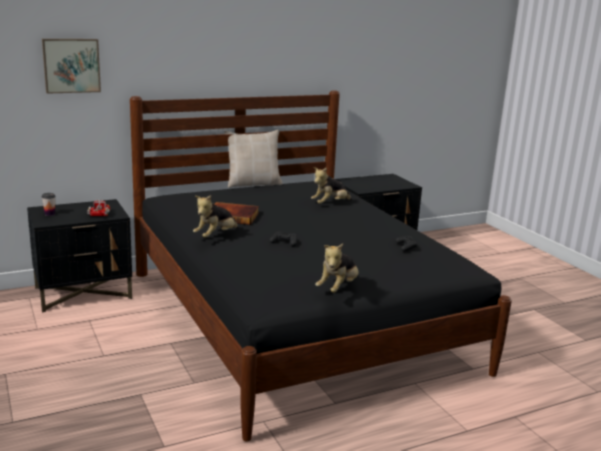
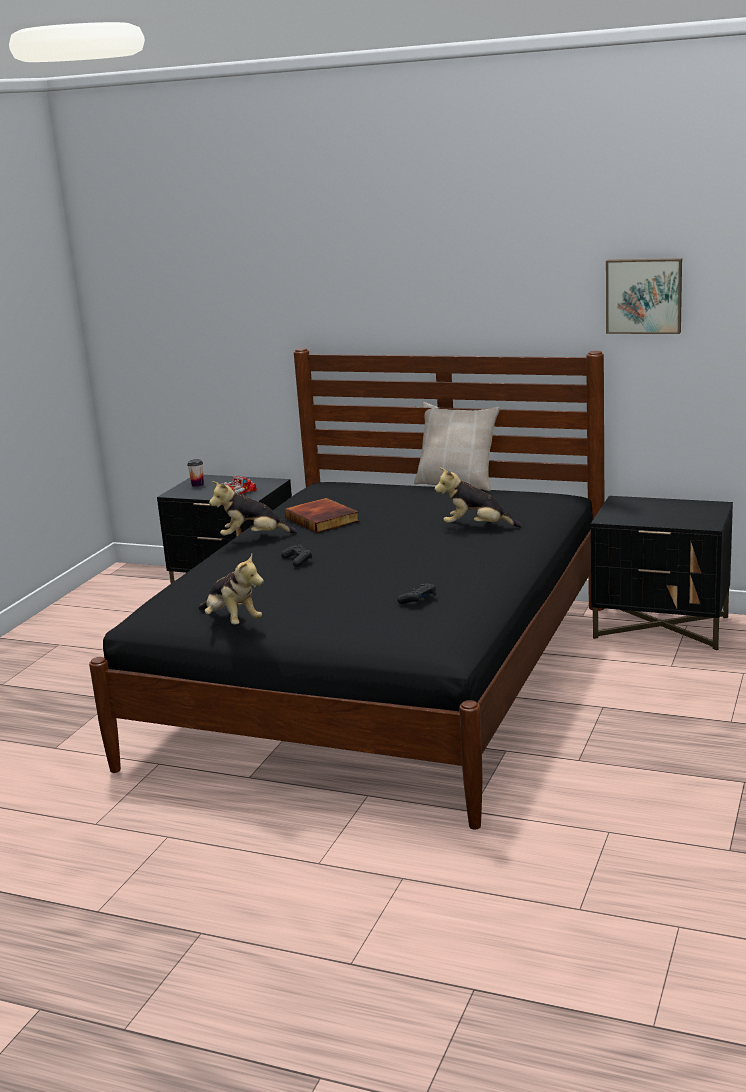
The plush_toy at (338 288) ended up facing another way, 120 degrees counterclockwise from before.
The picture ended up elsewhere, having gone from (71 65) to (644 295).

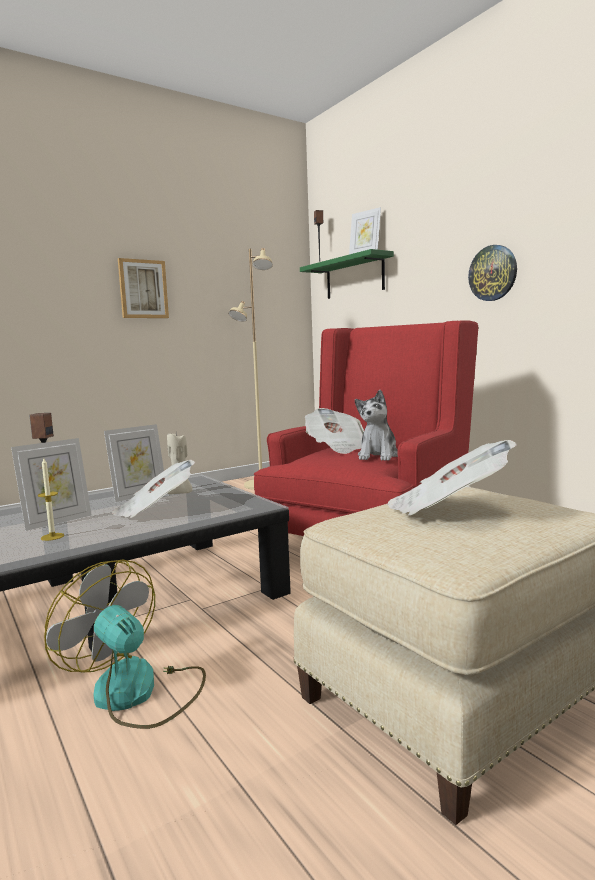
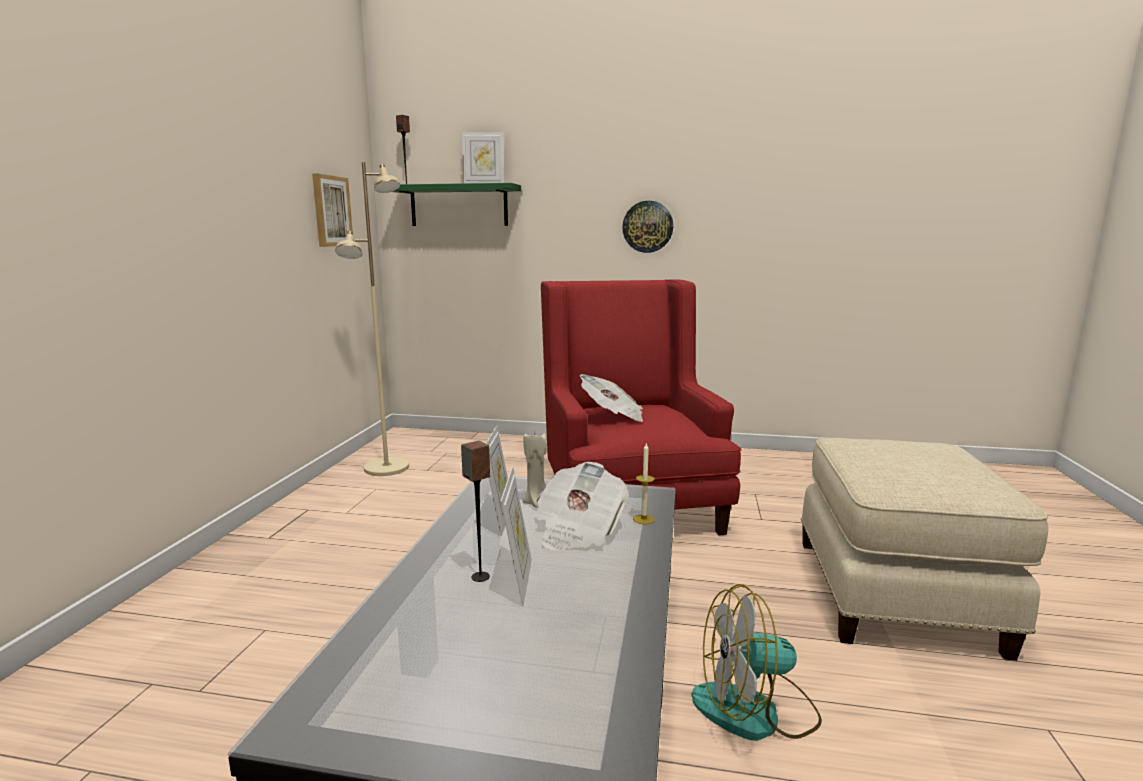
The picture ended up elsewhere, having gone from (143 289) to (331 211).
The candle ended up elsewhere, having gone from (52 537) to (643 519).
The second view lost the plush_toy at (378 456).
The second view lost the newspaper at (447 509).

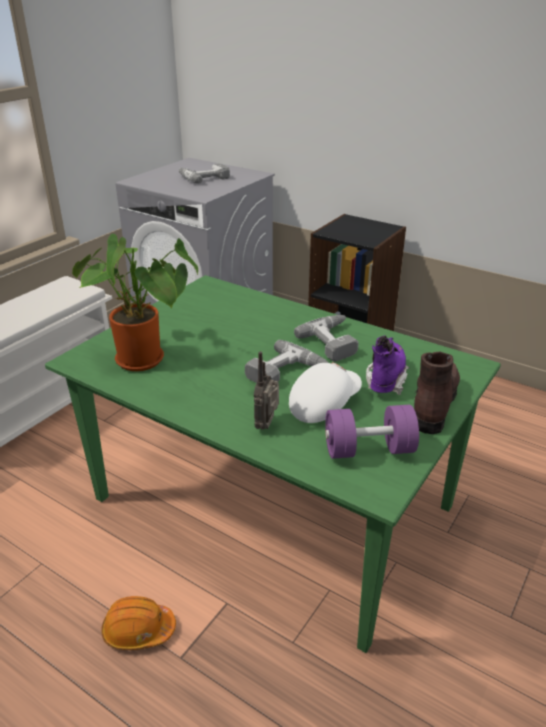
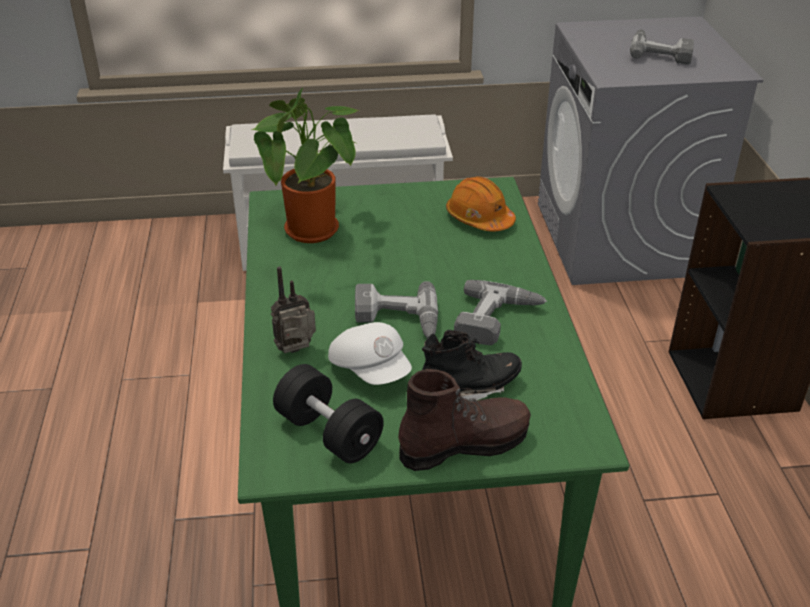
What was the purple_dumbbell at (368 449) turned into the black_dumbbell at (329 433).
The white_cap at (323 404) ended up facing another way, 45 degrees clockwise from before.
What was the purple_boot at (386 379) turned into the black_boot at (469 389).
The orange_hard_hat ended up elsewhere, having gone from (138 630) to (479 218).

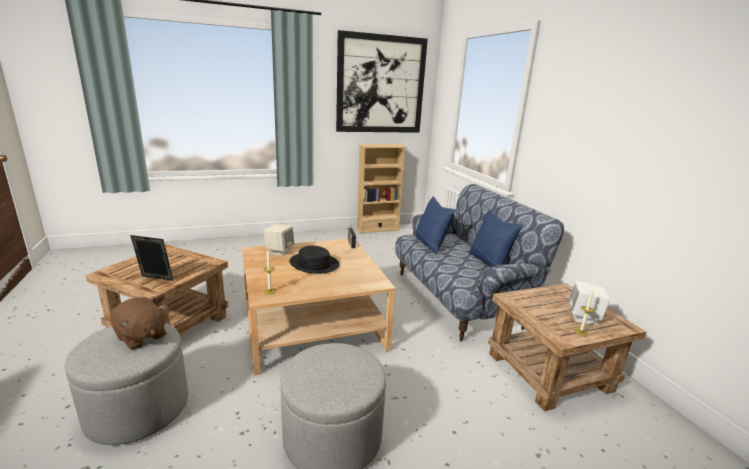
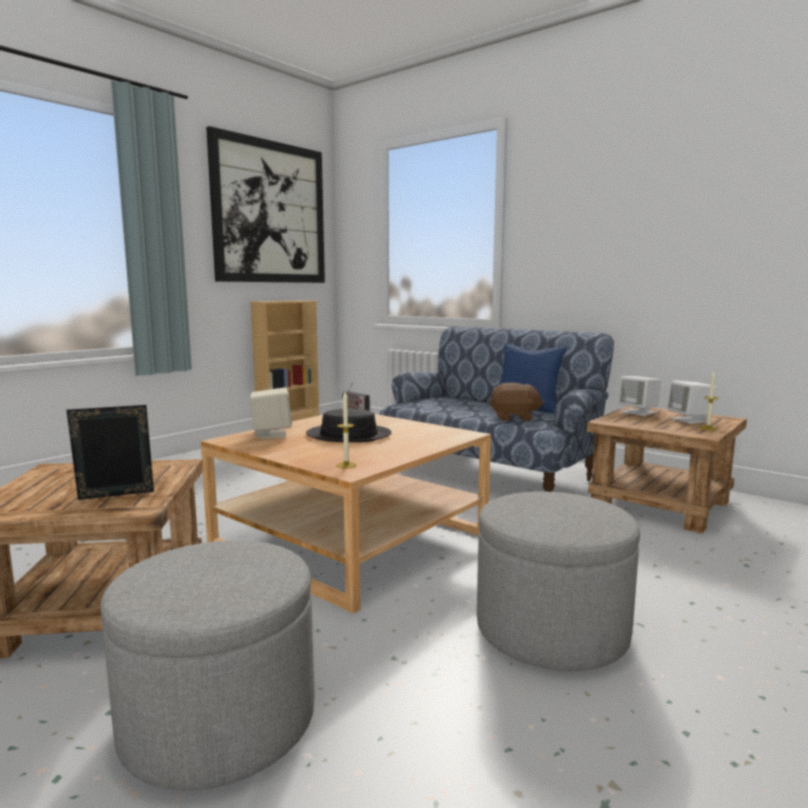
The brown_plush_toy ended up elsewhere, having gone from (141 337) to (514 418).
The second view gained the white_speaker at (638 412).
The second view lost the blue_pillow at (431 244).

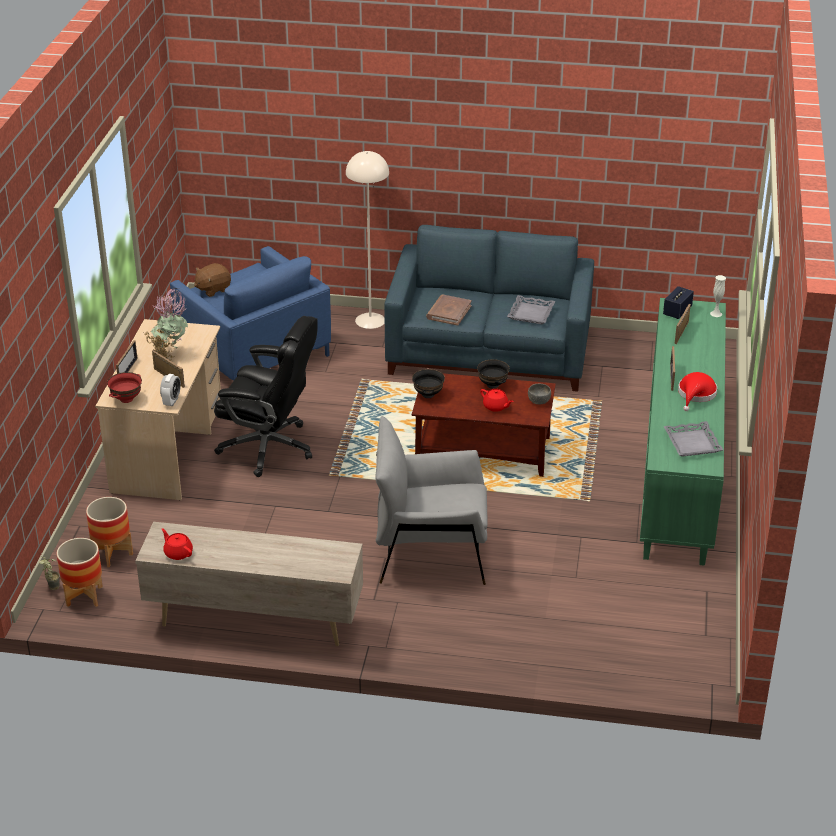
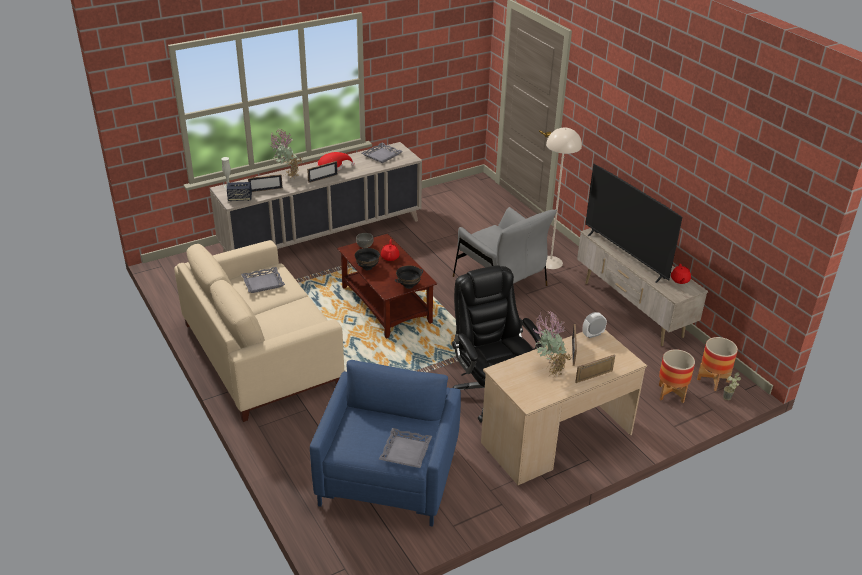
What was the blue_sofa at (489 352) turned into the beige_sofa at (262 353).
What was the green_cabinet at (679 468) turned into the beige_cabinet at (322 236).
The second view gained the potted_plant at (287 175).
Where the brown_plush_toy stood at (213 289), the grey_tray came to stand at (405 451).
The beige_floor_lamp ended up elsewhere, having gone from (370 320) to (550 262).
The second view gained the television at (625 256).
The second view lost the red_bowl at (126 399).
The second view lost the brown_book at (449 312).

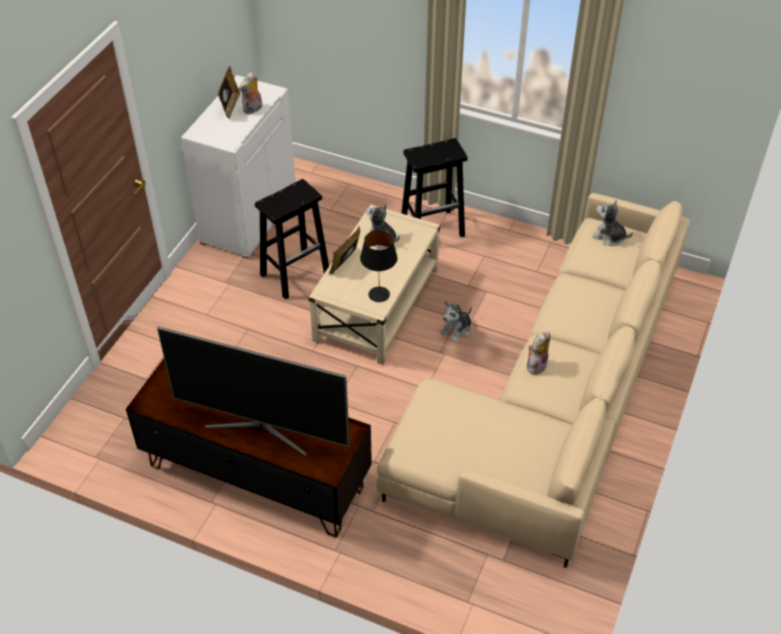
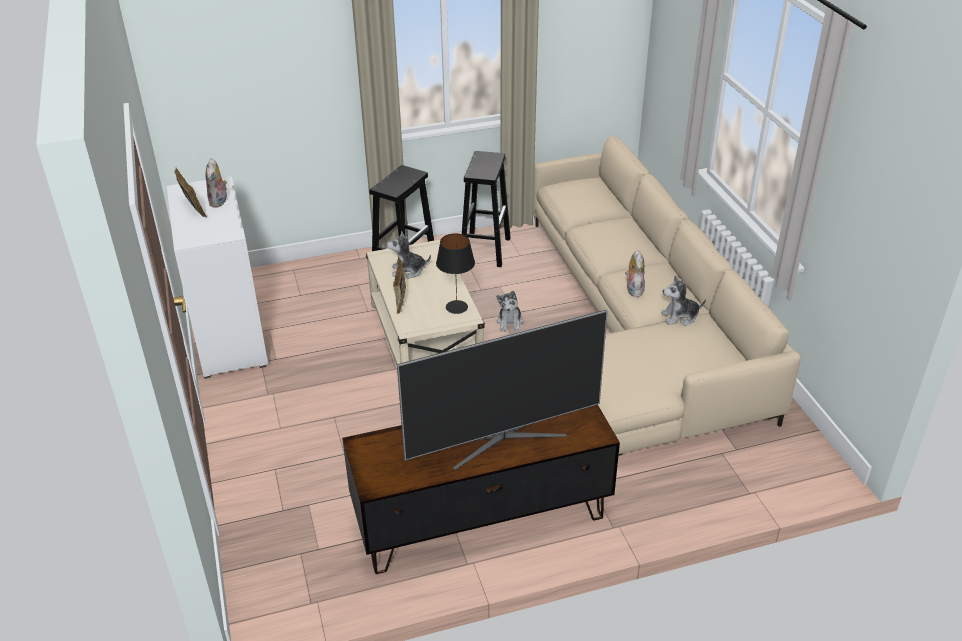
The black_stool ended up elsewhere, having gone from (296 274) to (485 249).
The plush_toy ended up elsewhere, having gone from (609 237) to (680 317).

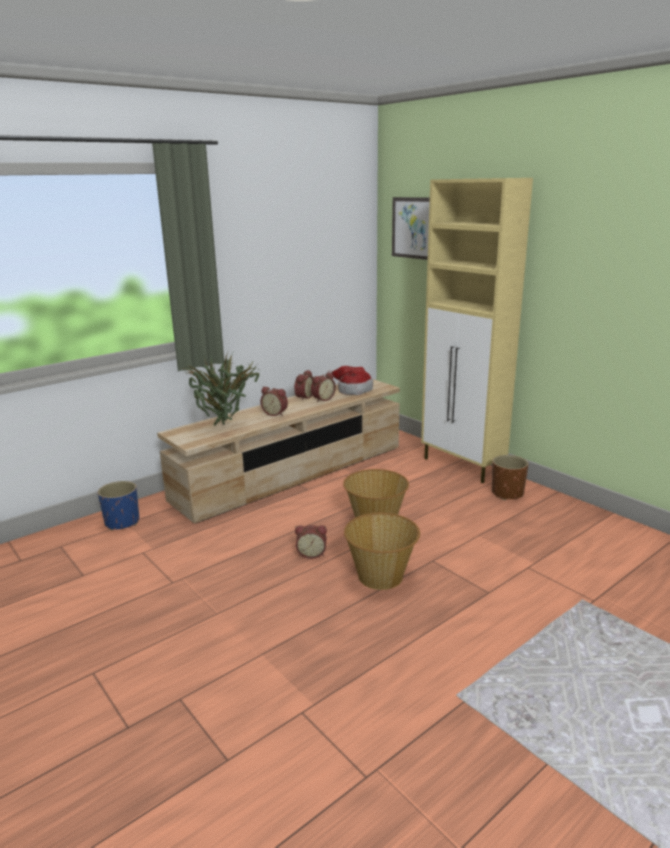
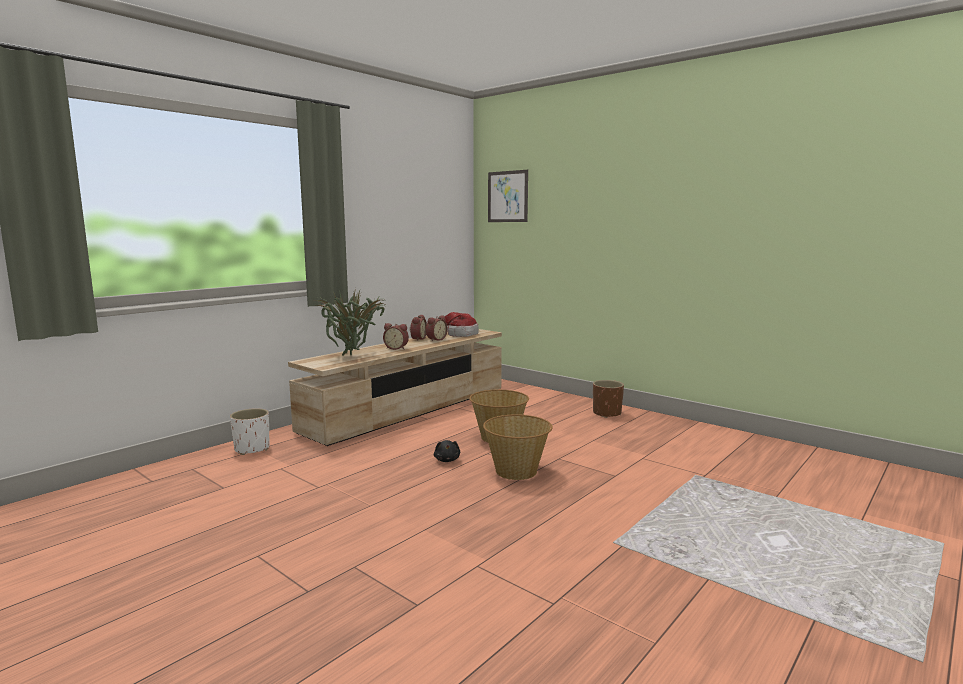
What was the blue_planter at (122 522) turned into the white_planter at (252 449).
Where the alarm_clock stood at (311 553), the black_plush_toy came to stand at (447 460).
The second view lost the beige_cabinet at (463 466).

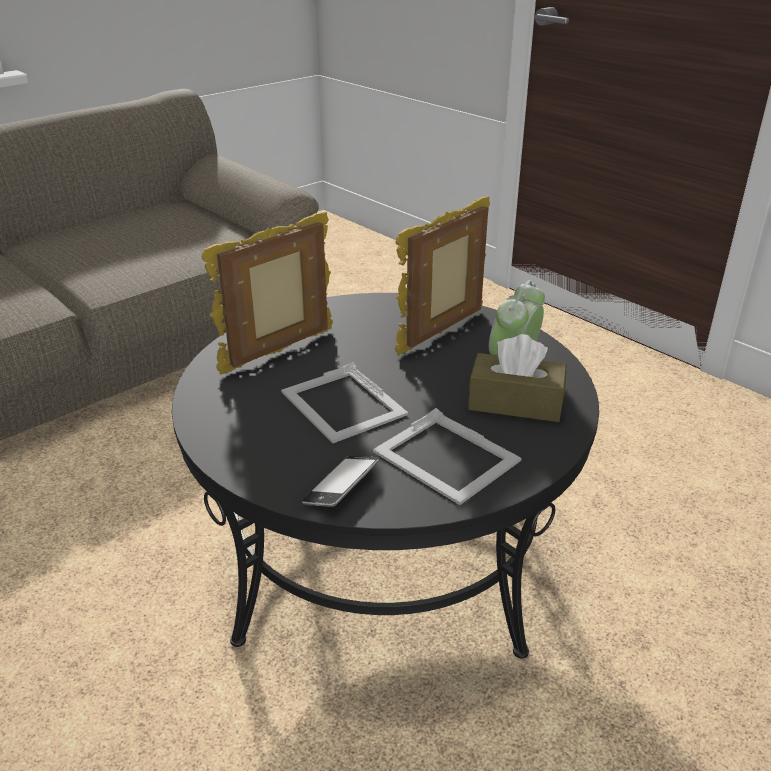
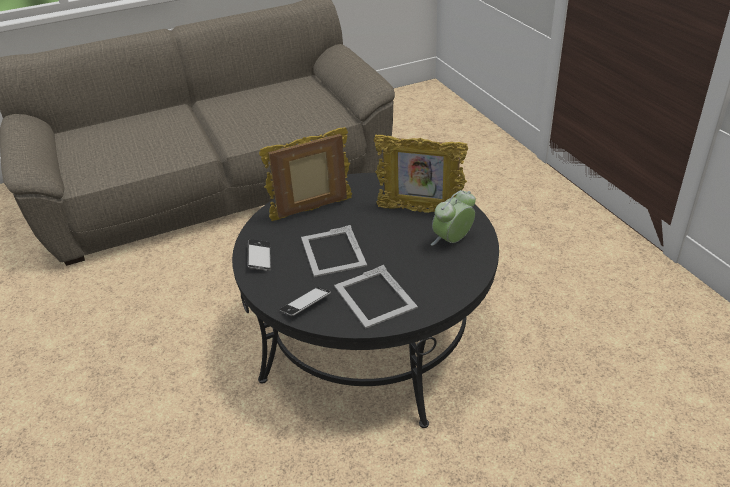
The second view gained the phone at (259 258).
The picture_frame at (443 333) ended up facing another way, 135 degrees counterclockwise from before.
The second view lost the brown_tissue_box at (515 403).

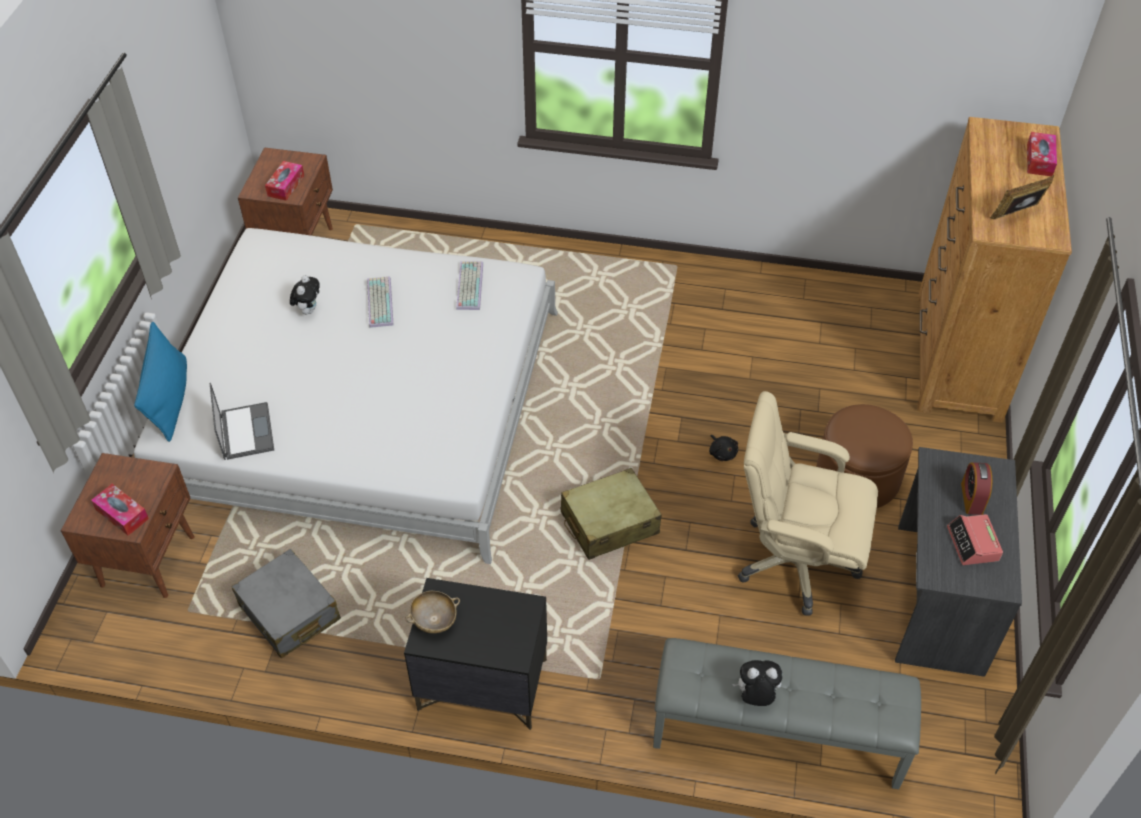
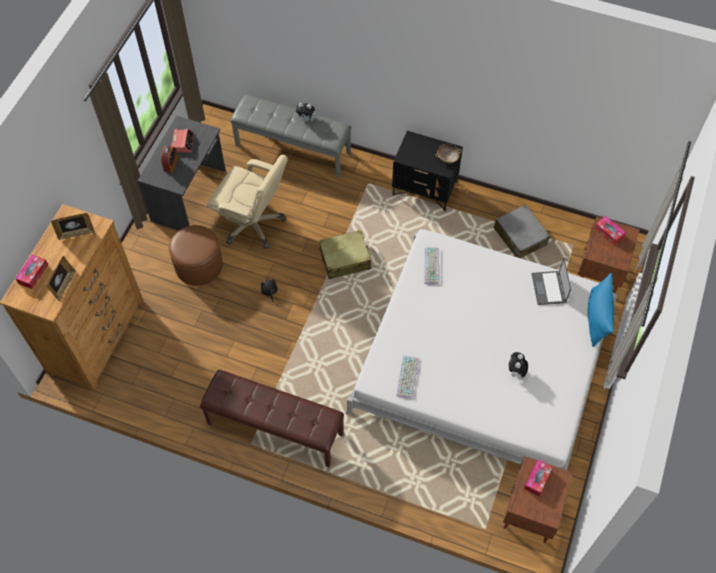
The second view gained the picture_frame at (64 285).
The second view gained the brown_bench at (274 429).
The keyboard ended up elsewhere, having gone from (378 302) to (432 266).

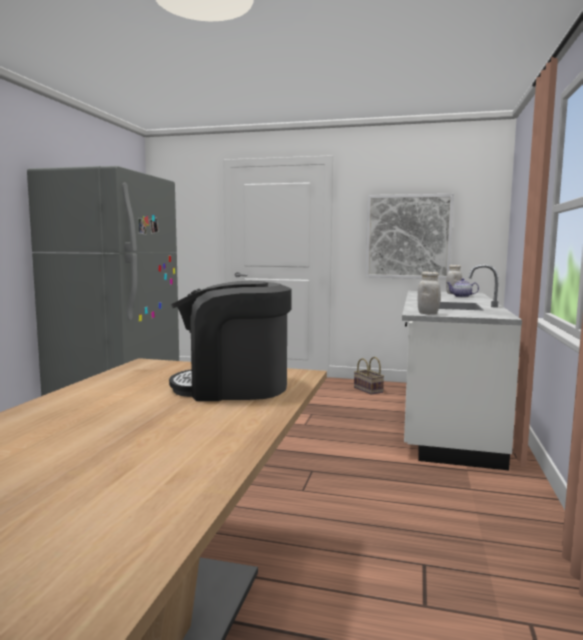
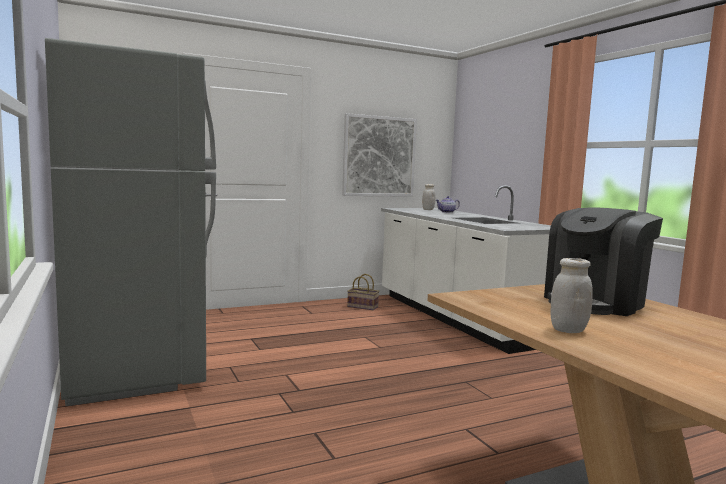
The white_jar ended up elsewhere, having gone from (428 313) to (568 330).

